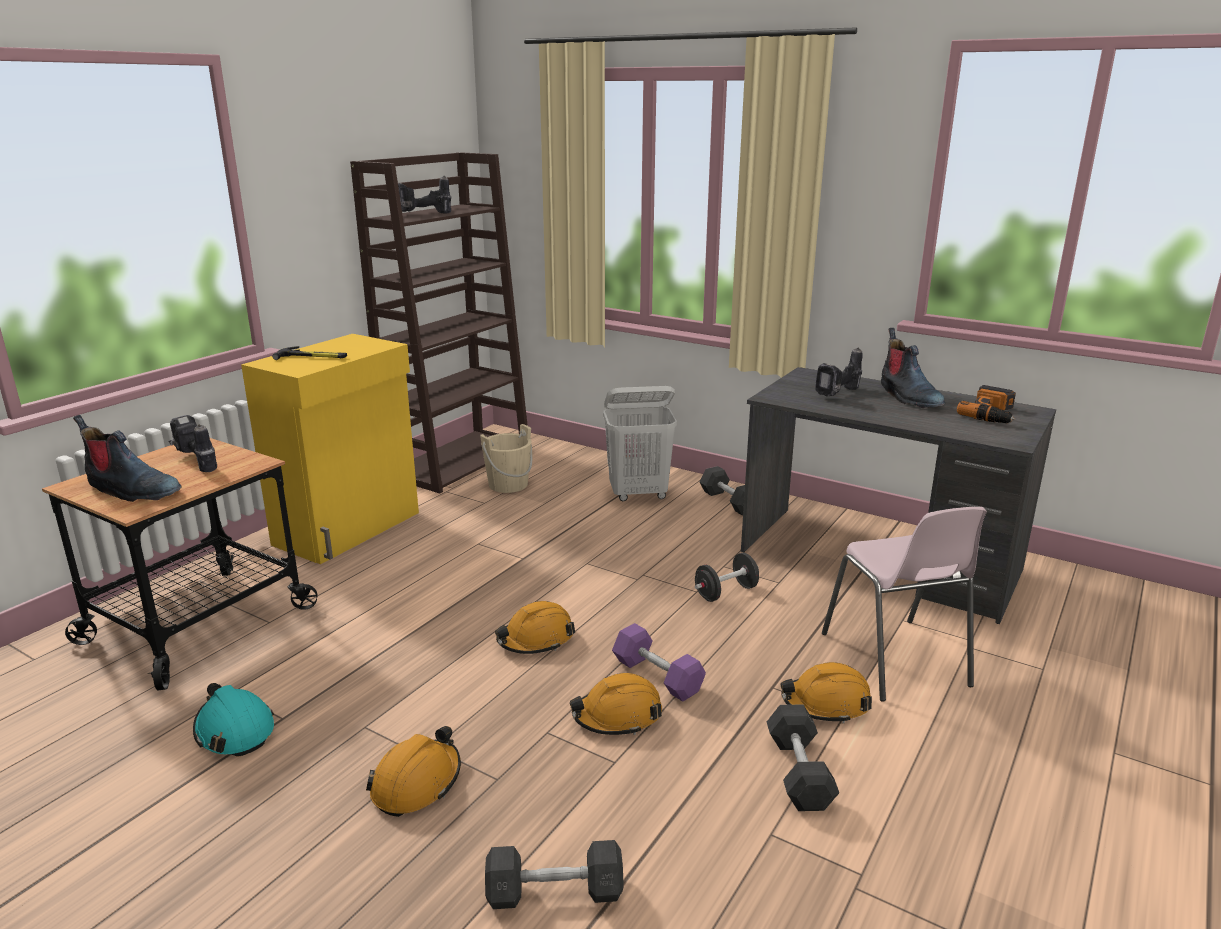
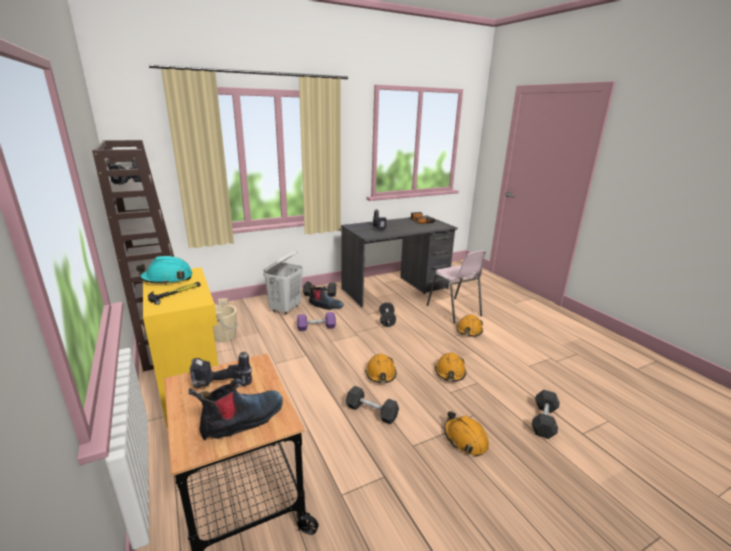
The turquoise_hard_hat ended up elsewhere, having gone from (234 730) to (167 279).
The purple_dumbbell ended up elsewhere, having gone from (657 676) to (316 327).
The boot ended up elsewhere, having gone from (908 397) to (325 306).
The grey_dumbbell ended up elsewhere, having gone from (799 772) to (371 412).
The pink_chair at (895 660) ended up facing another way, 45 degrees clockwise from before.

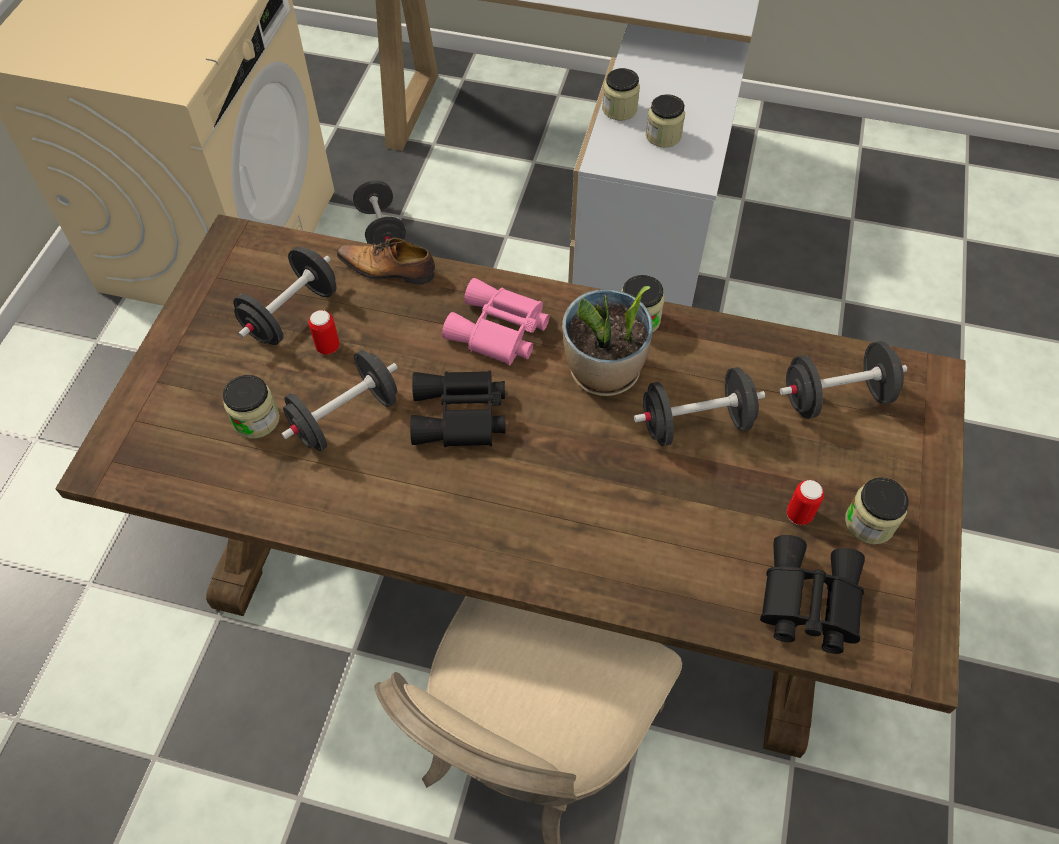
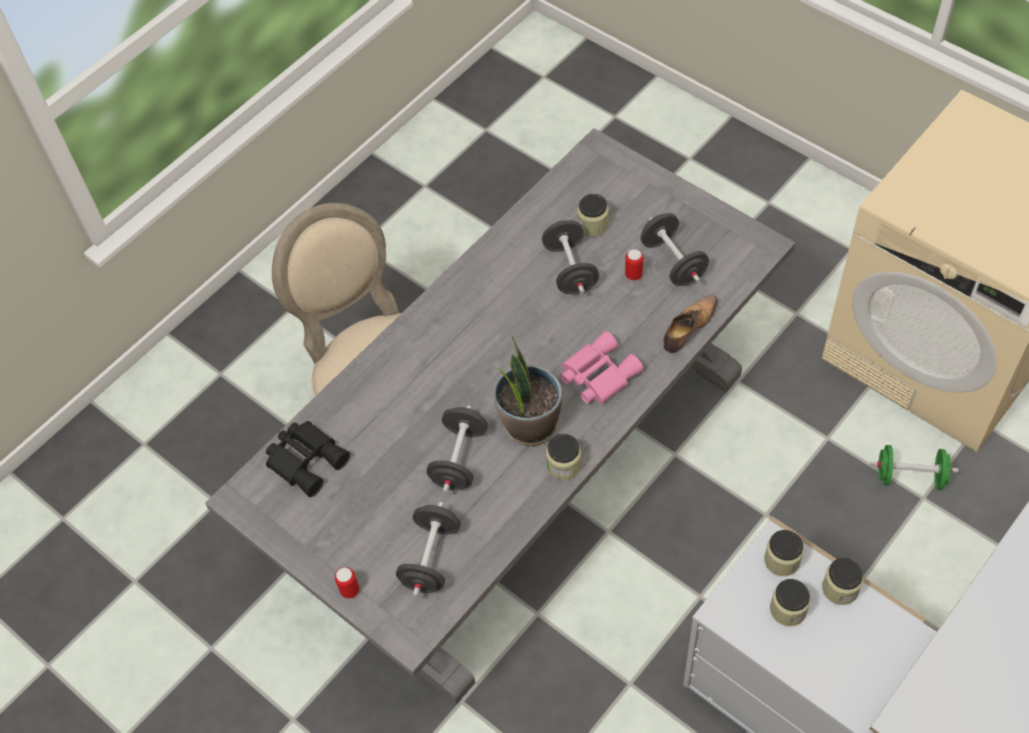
What was the brown_dining_table at (531 552) turned into the grey_dining_table at (525 471).
The can ended up elsewhere, having gone from (799 514) to (350 590).
The jar ended up elsewhere, having gone from (869 522) to (782 560).
What was the black_dumbbell at (381 229) turned into the green_dumbbell at (910 476).
The second view lost the black_binoculars at (461 417).

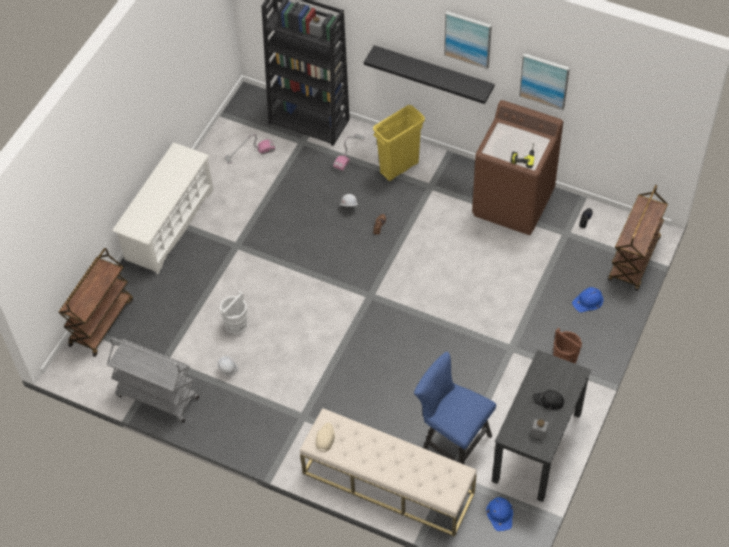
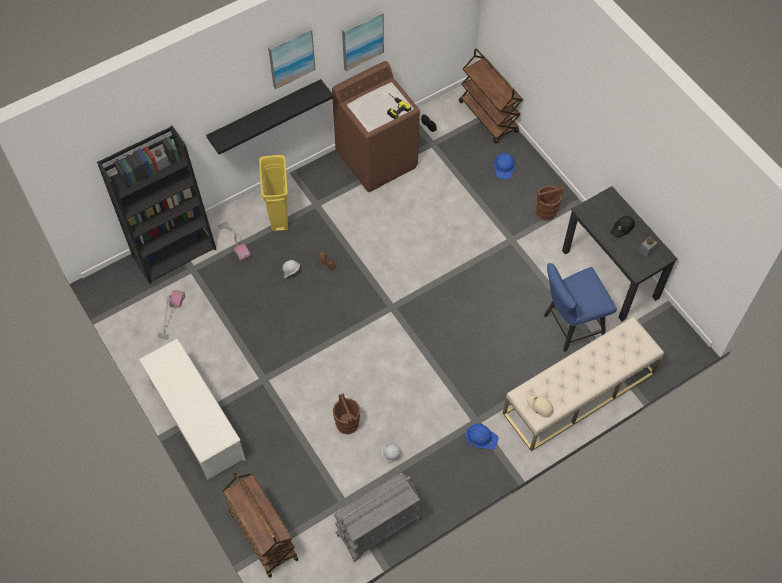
What was the white_bucket at (236 324) turned into the brown_bucket at (347 424).
The blue_hard_hat ended up elsewhere, having gone from (500 514) to (481 437).

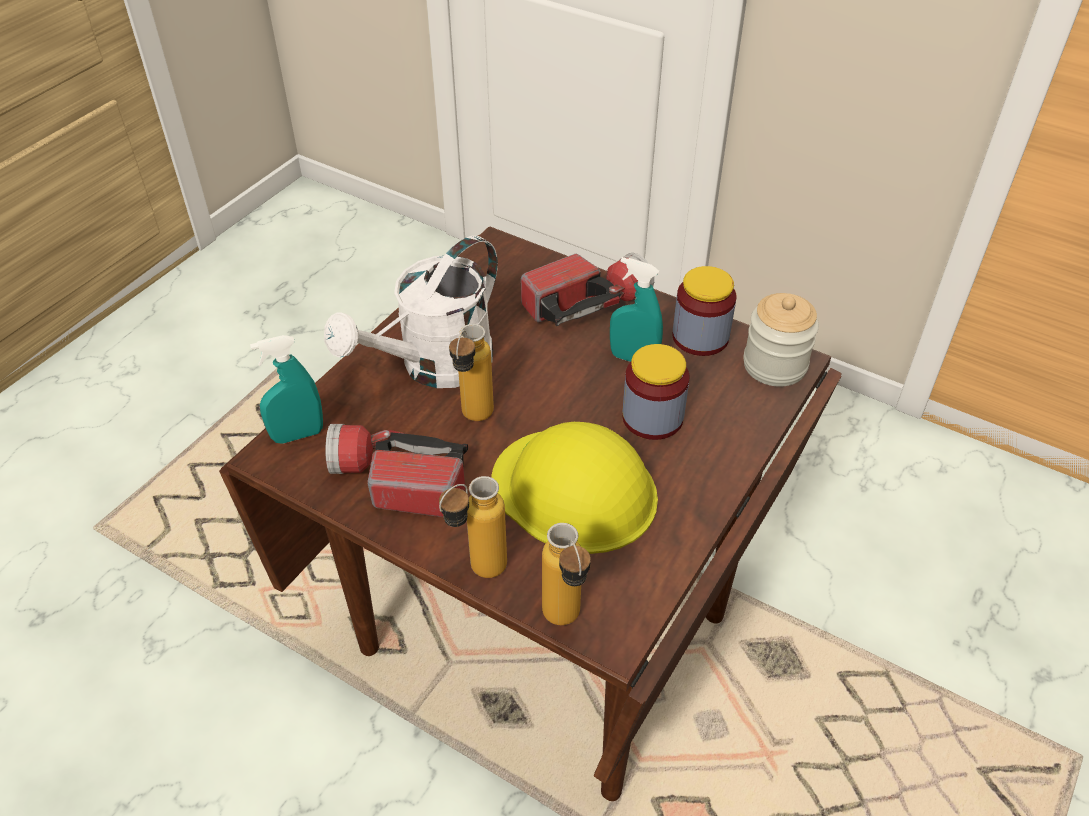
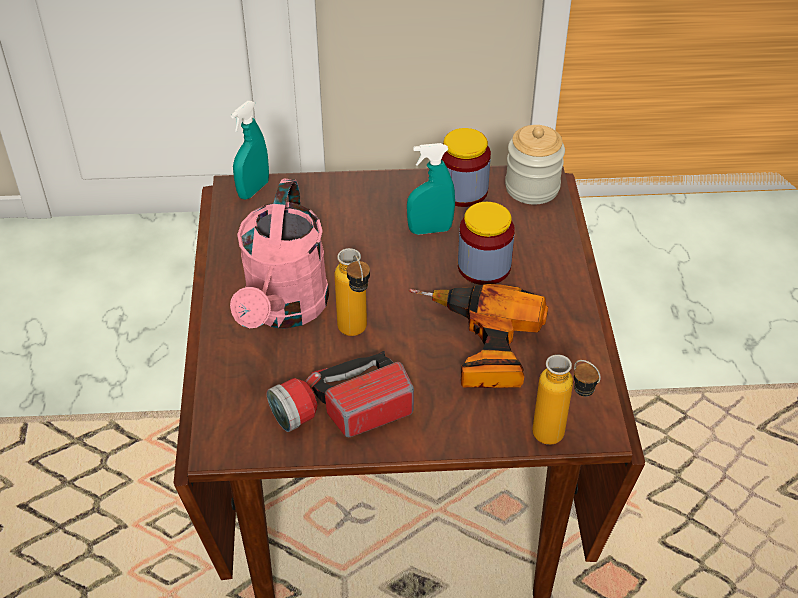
What was the white_watering_can at (434 367) turned into the pink_watering_can at (284 310).
The turquoise_spray_bottle ended up elsewhere, having gone from (298 435) to (253 190).
Where the yellow_hard_hat stood at (575 490), the power_drill came to stand at (479 346).
The second view lost the bottle at (476 573).
The second view lost the flashlight at (586 303).

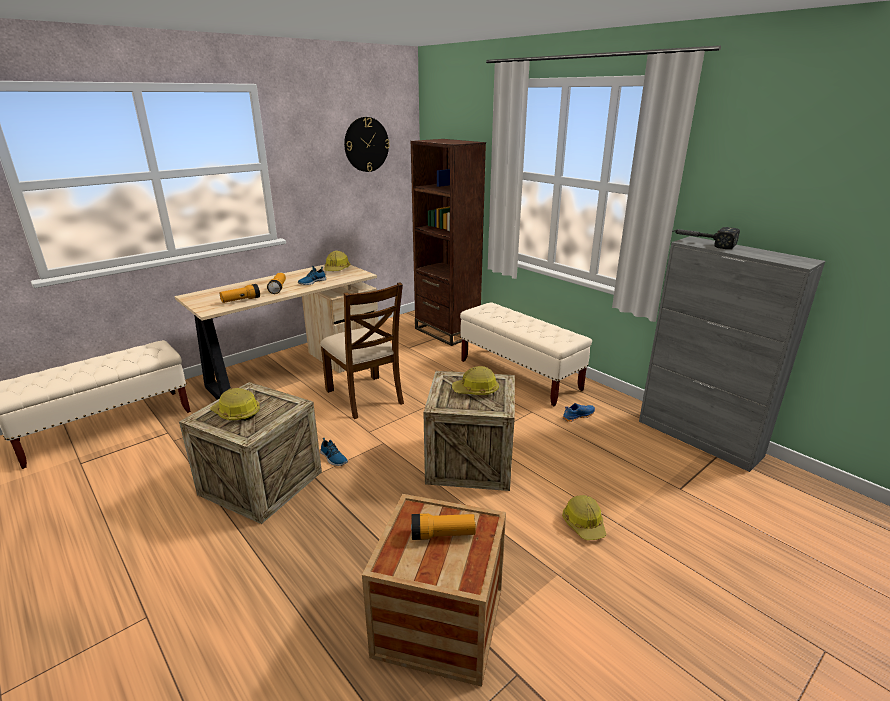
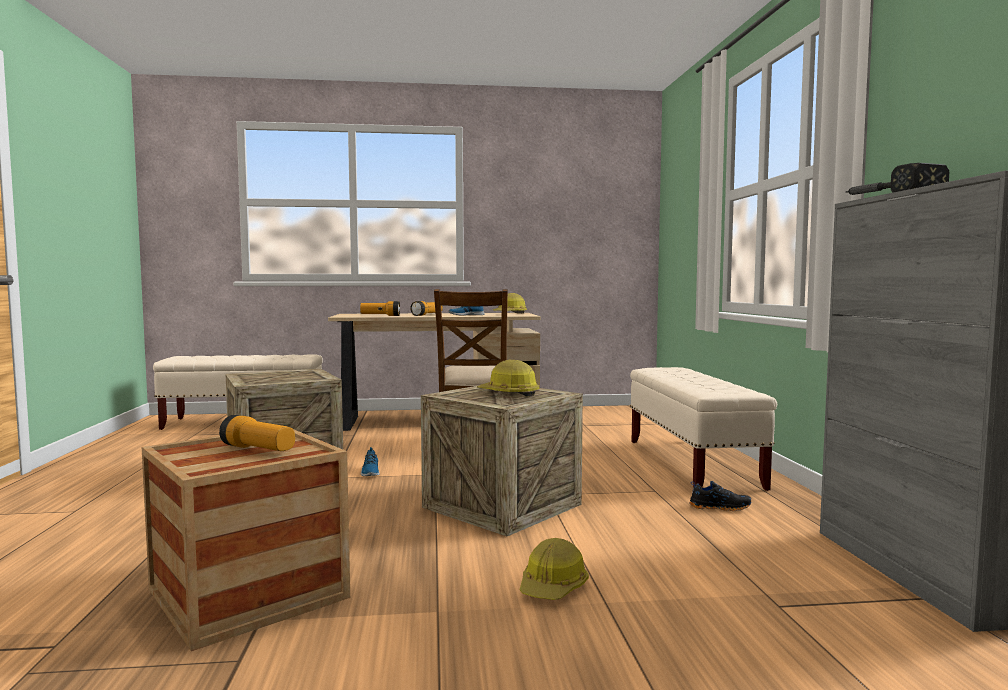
What was the blue_shoe at (577 416) turned into the black_shoe at (719 507).
The second view lost the hard_hat at (236 413).
The second view lost the wall_clock at (366 144).
The second view lost the brown_bookcase at (447 332).

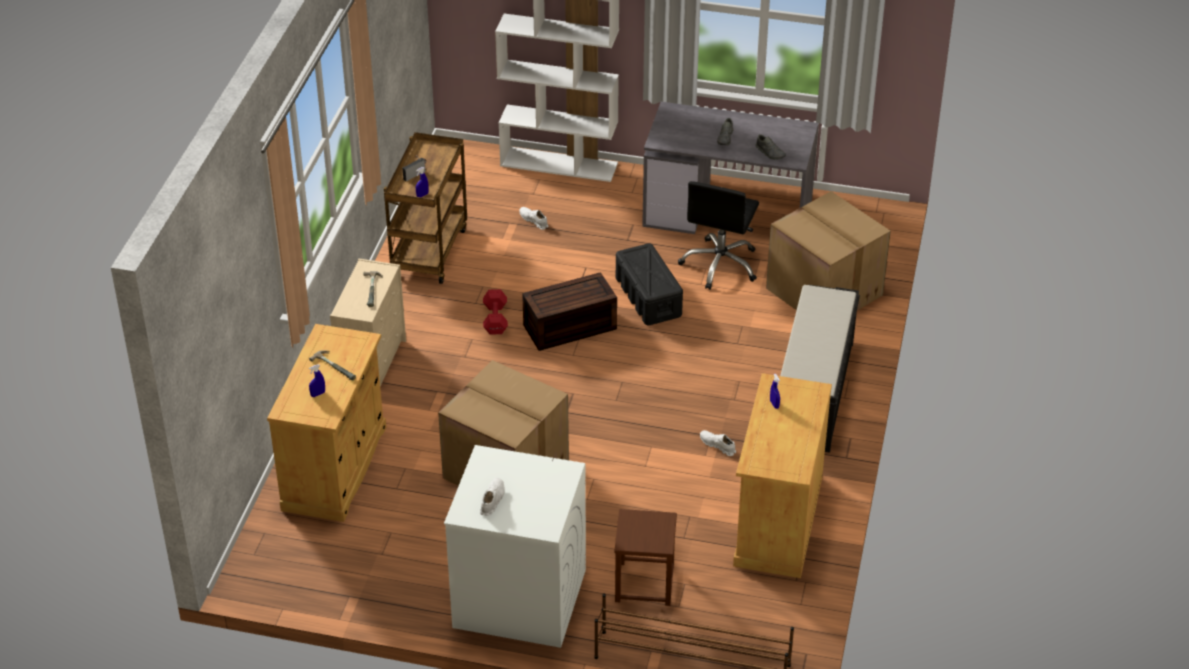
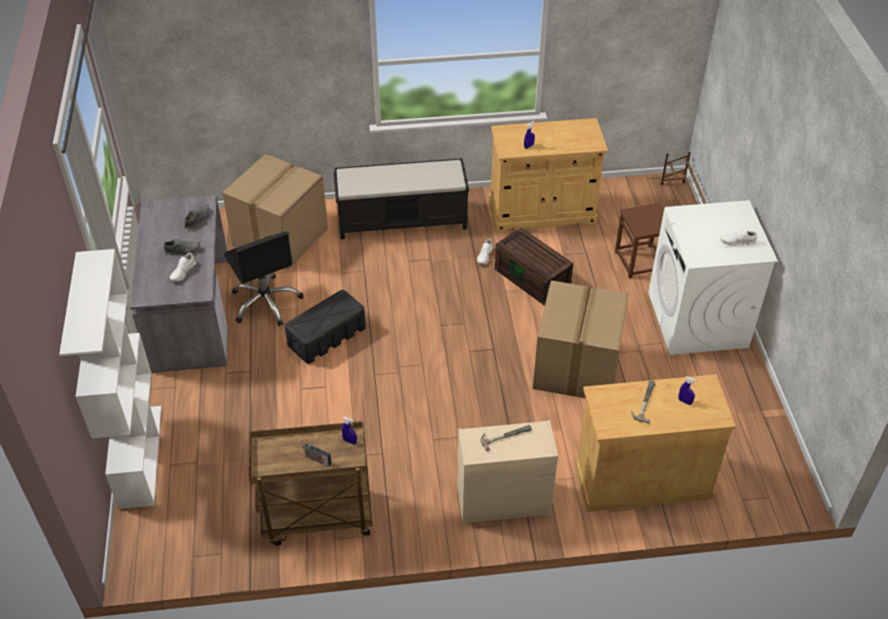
The white_shoe ended up elsewhere, having gone from (533 221) to (183 272).
The black_office_chair at (720 265) ended up facing another way, 60 degrees clockwise from before.
The brown_storage_box ended up elsewhere, having gone from (569 328) to (533 279).
The second view lost the red_dumbbell at (496 318).

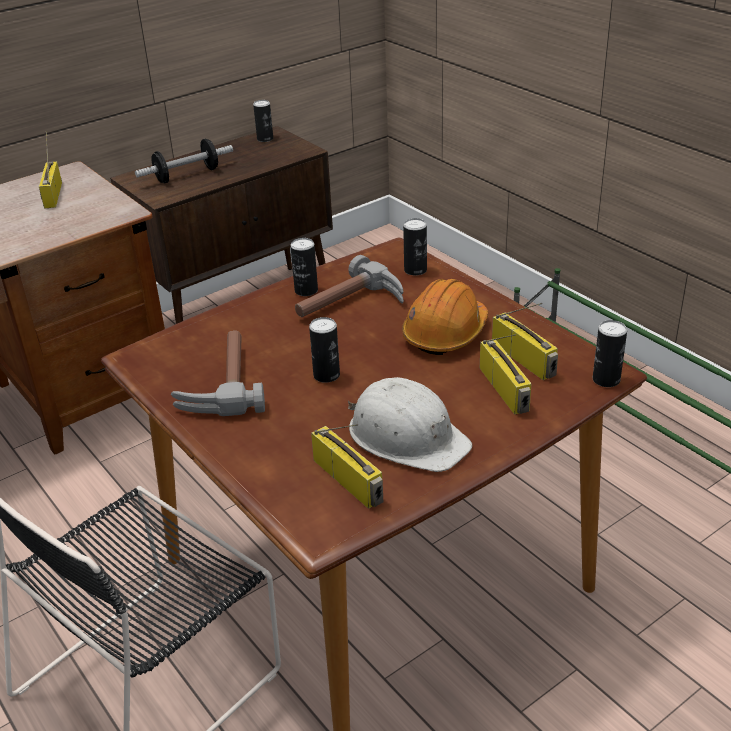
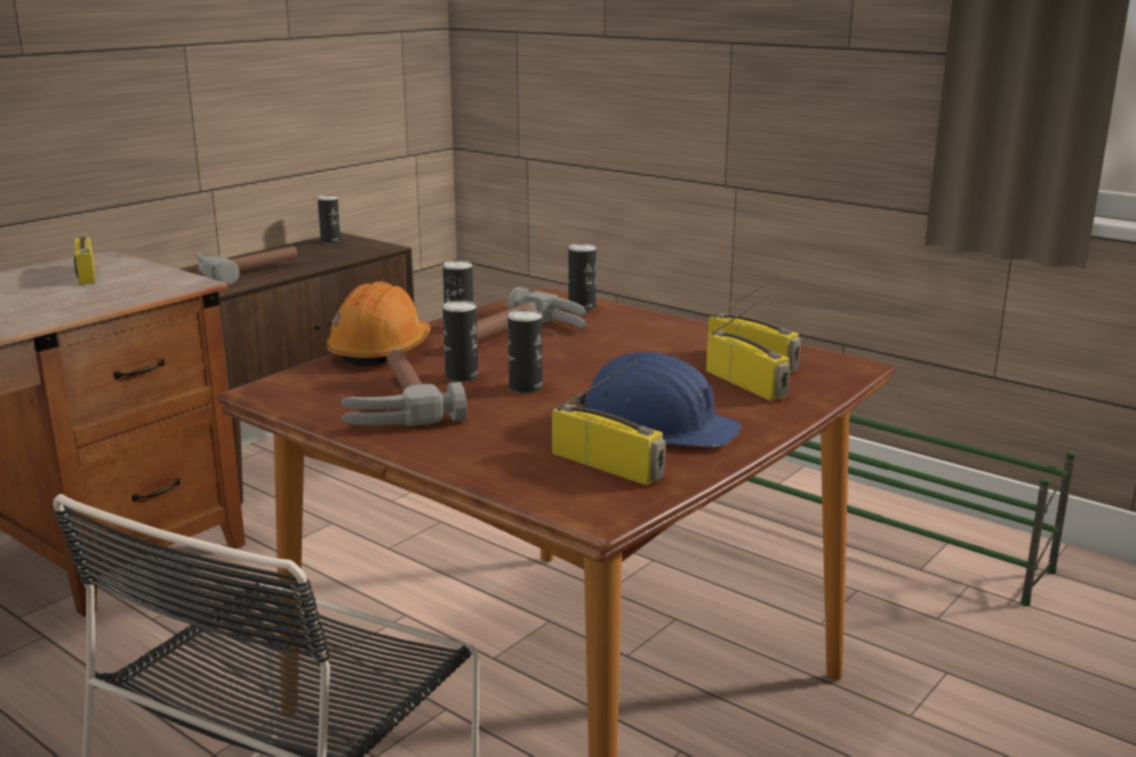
Where the dumbbell stood at (187 175), the hammer came to stand at (246 270).
The orange_hard_hat ended up elsewhere, having gone from (445 333) to (380 351).
The can ended up elsewhere, having gone from (606 379) to (461 377).
What was the white_hard_hat at (407 436) turned into the blue_hard_hat at (656 426).

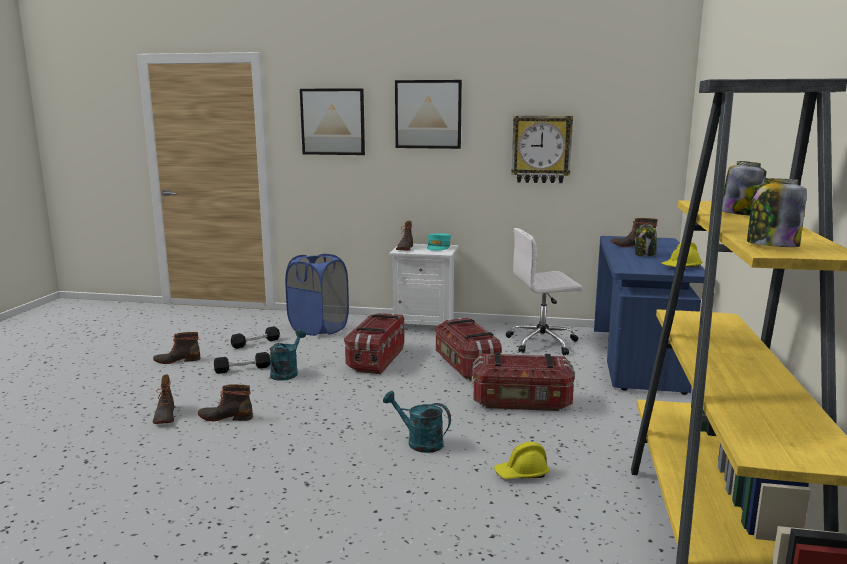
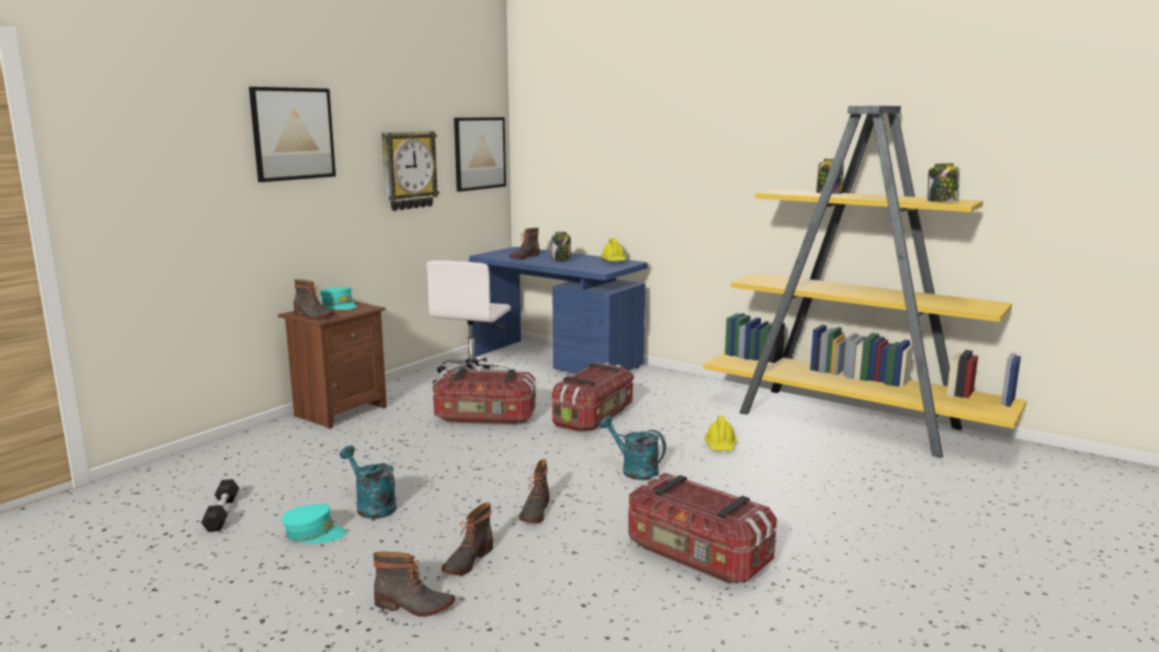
What was the white_nightstand at (424 326) turned into the brown_nightstand at (339 411).
Where the black_dumbbell stood at (242 369), the turquoise_cap came to stand at (314 534).
The picture ended up elsewhere, having gone from (333 122) to (479 153).
The boot ended up elsewhere, having gone from (177 360) to (534 511).
The turquoise_watering_can at (419 442) ended up facing another way, 75 degrees clockwise from before.
The storage_box ended up elsewhere, having gone from (376 359) to (696 556).
The second view lost the blue_laundry_basket at (319 328).

